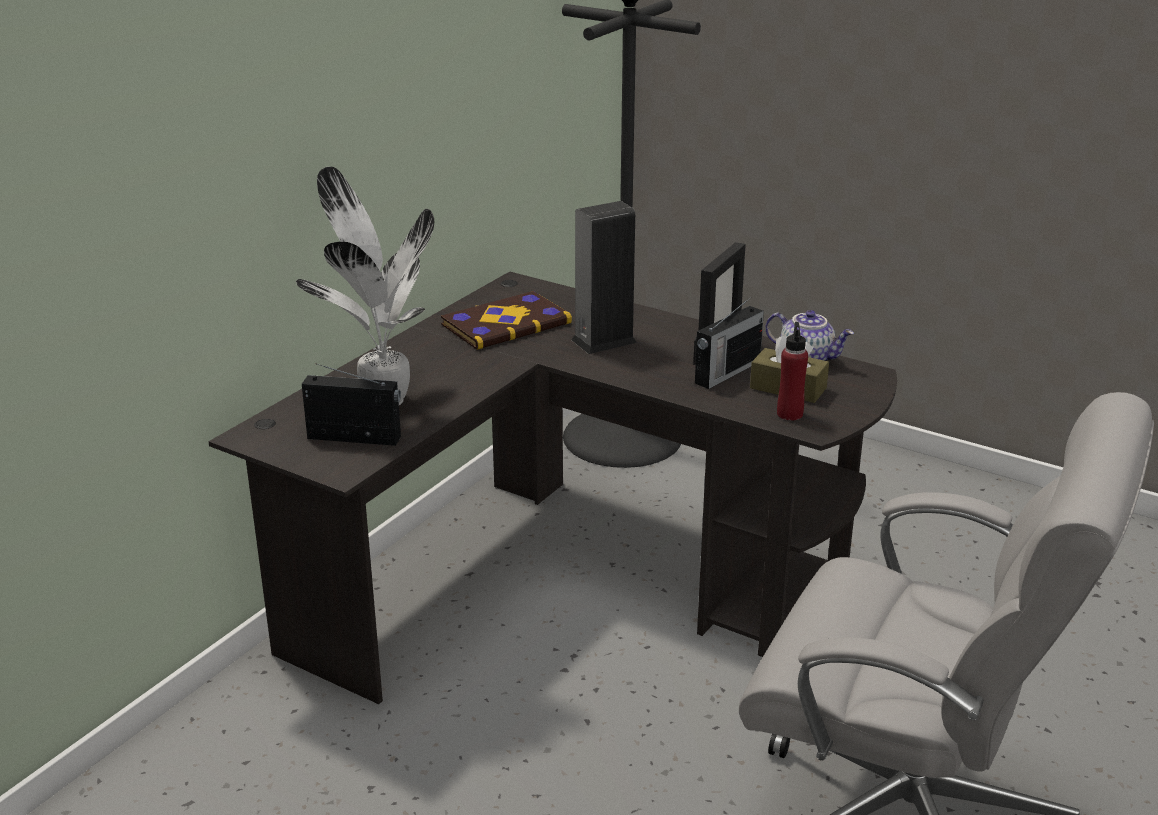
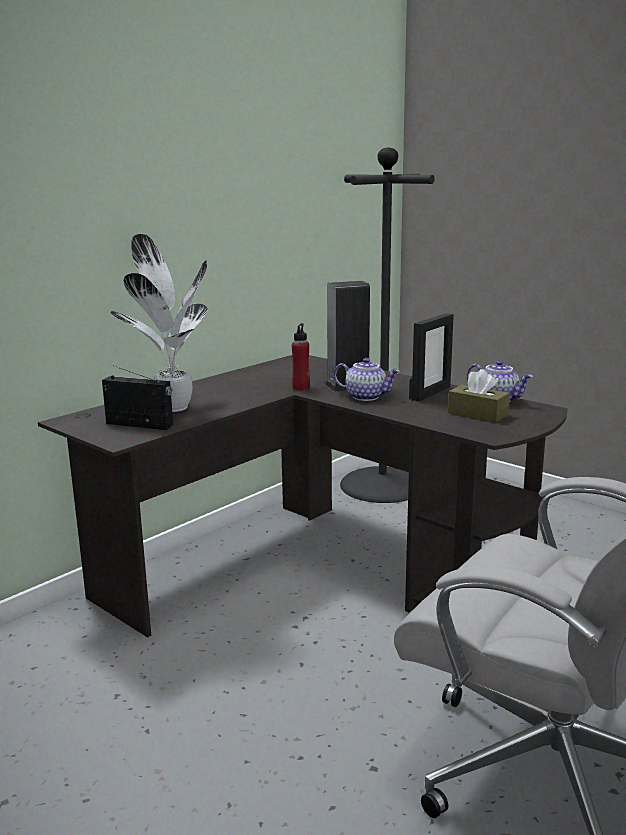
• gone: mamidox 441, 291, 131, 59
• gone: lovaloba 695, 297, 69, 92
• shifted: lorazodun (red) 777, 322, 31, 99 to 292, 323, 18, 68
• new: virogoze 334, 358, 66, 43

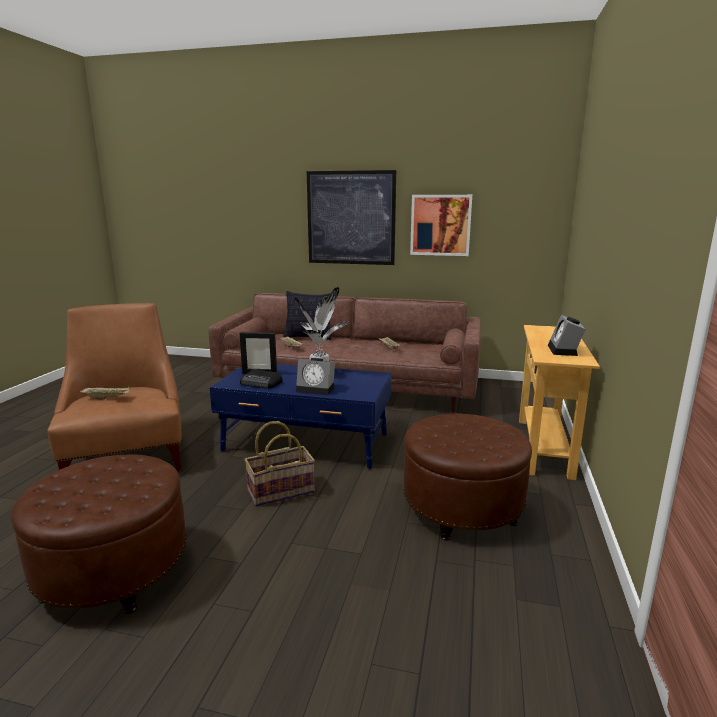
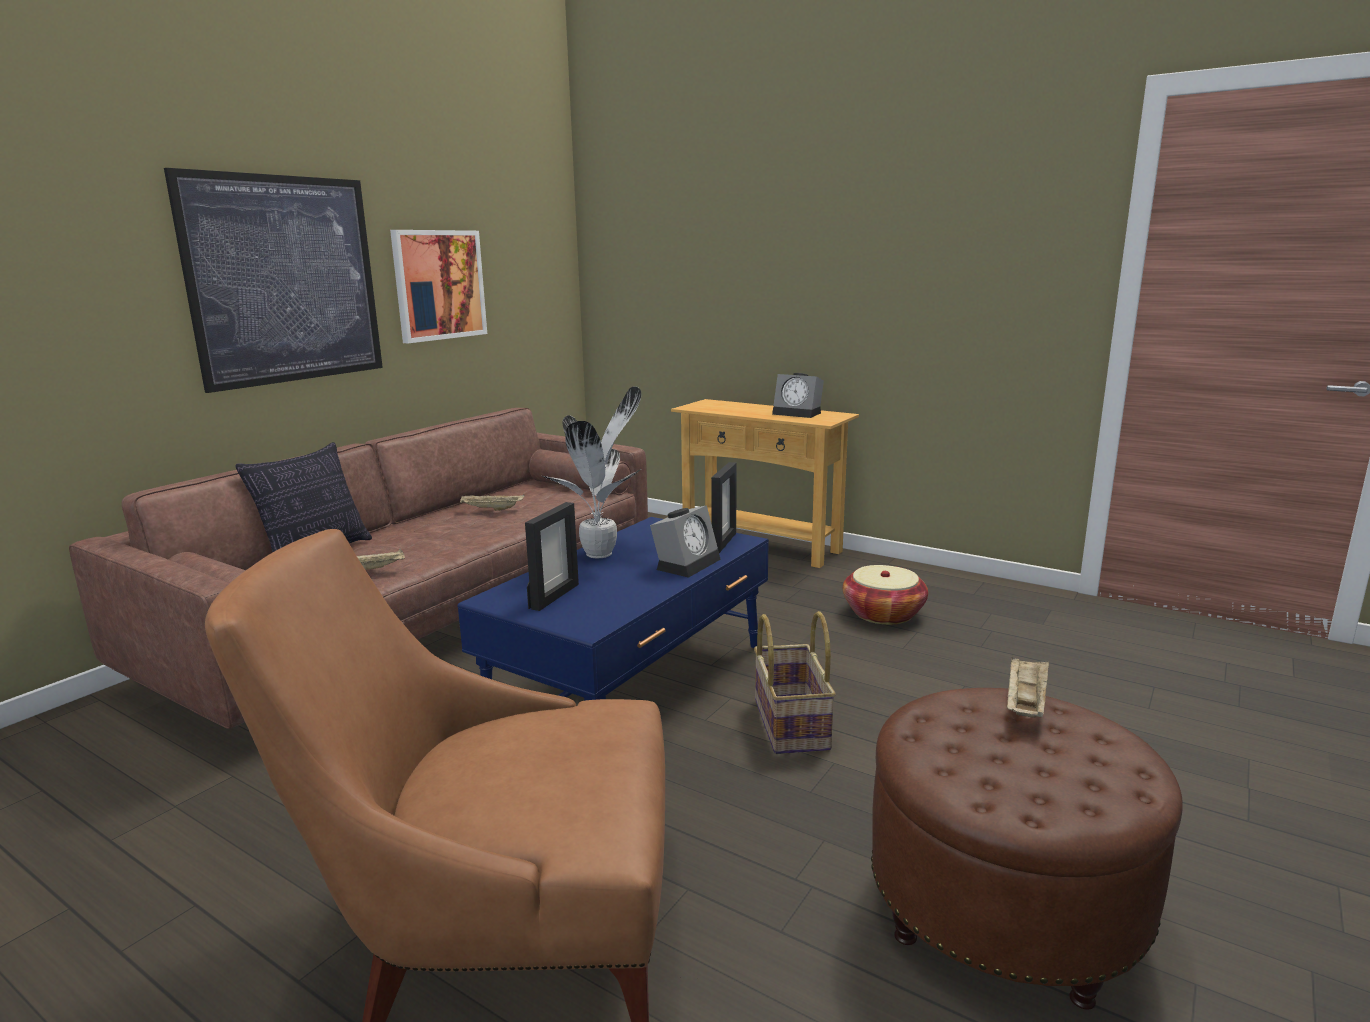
• gone: lovaloba 240, 370, 42, 19
• shifted: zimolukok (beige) 80, 386, 50, 14 to 1007, 656, 42, 62
• swapped: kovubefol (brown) 403, 414, 129, 127 to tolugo 843, 565, 85, 60
• new: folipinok 711, 462, 26, 91

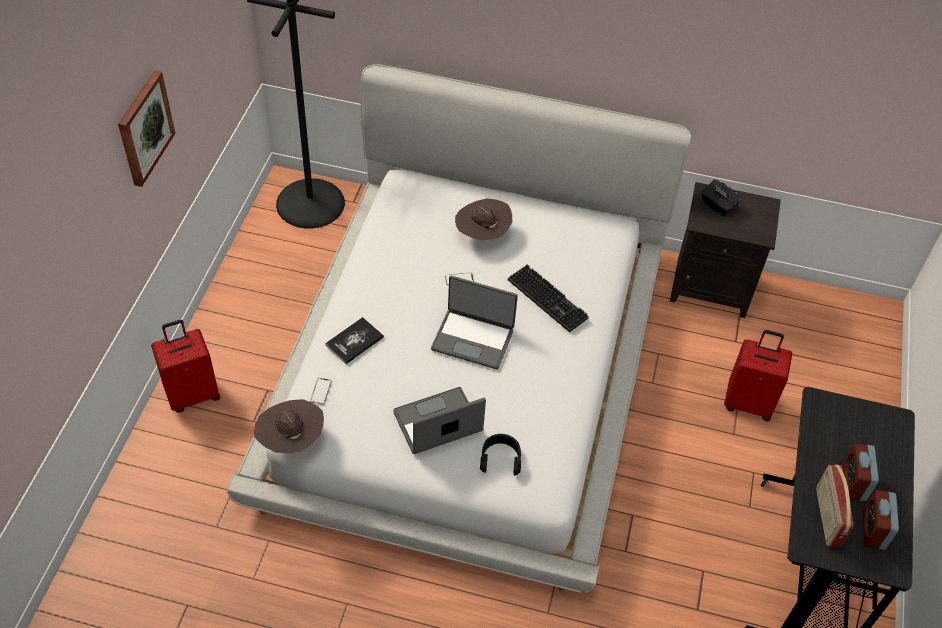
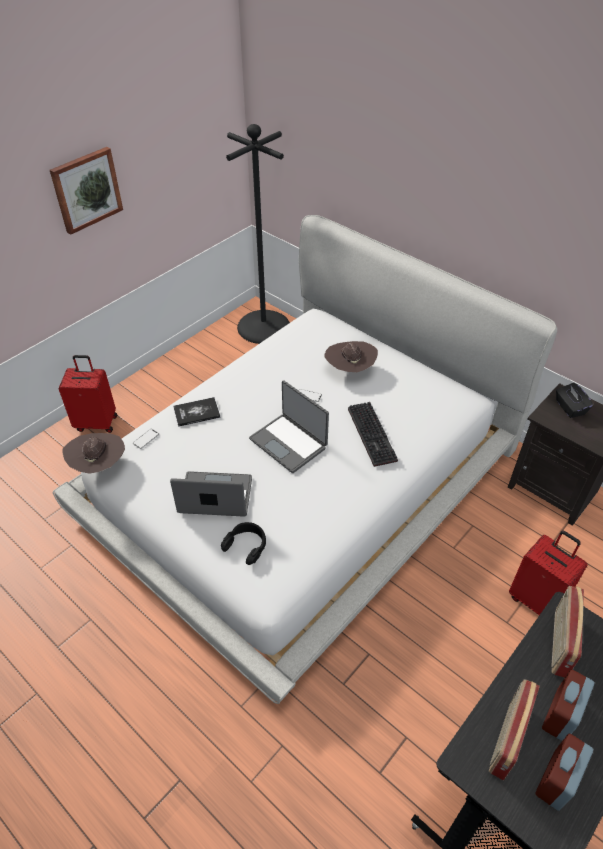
• new: lovaloba 551, 586, 33, 92

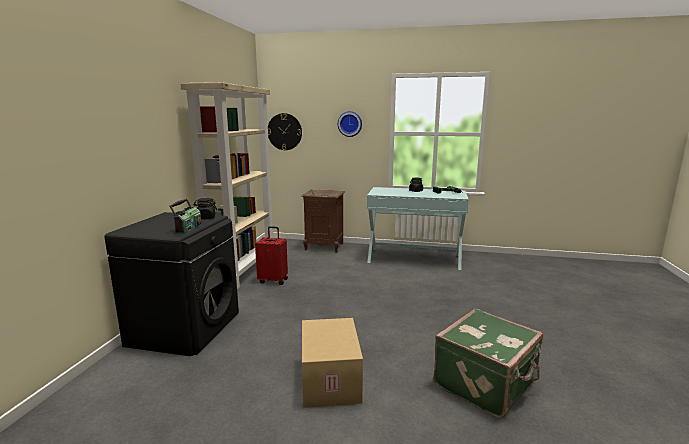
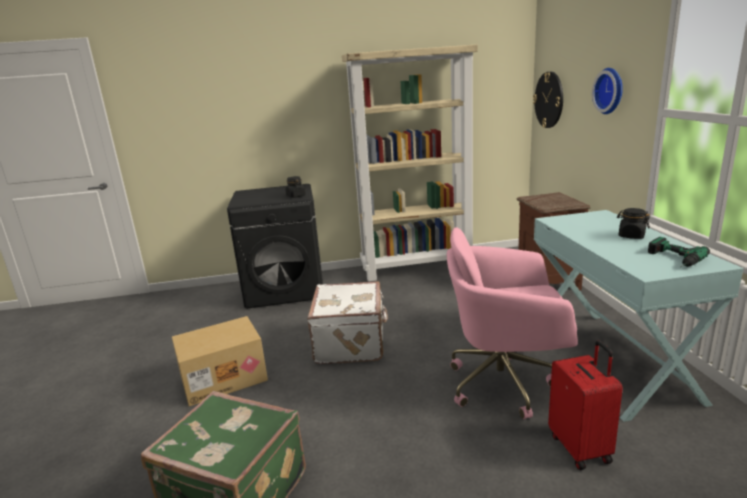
• gone: lovaloba 169, 199, 33, 35
• shifted: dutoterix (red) 255, 226, 33, 59 to 548, 341, 75, 129
• new: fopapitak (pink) 447, 227, 131, 192
• new: dutoterix (white) 307, 281, 81, 83

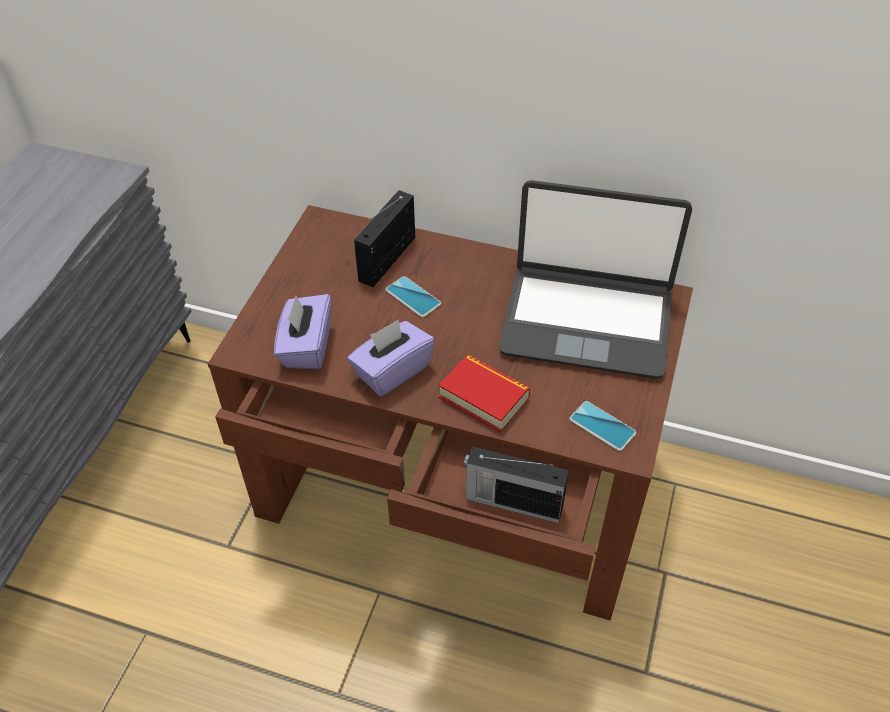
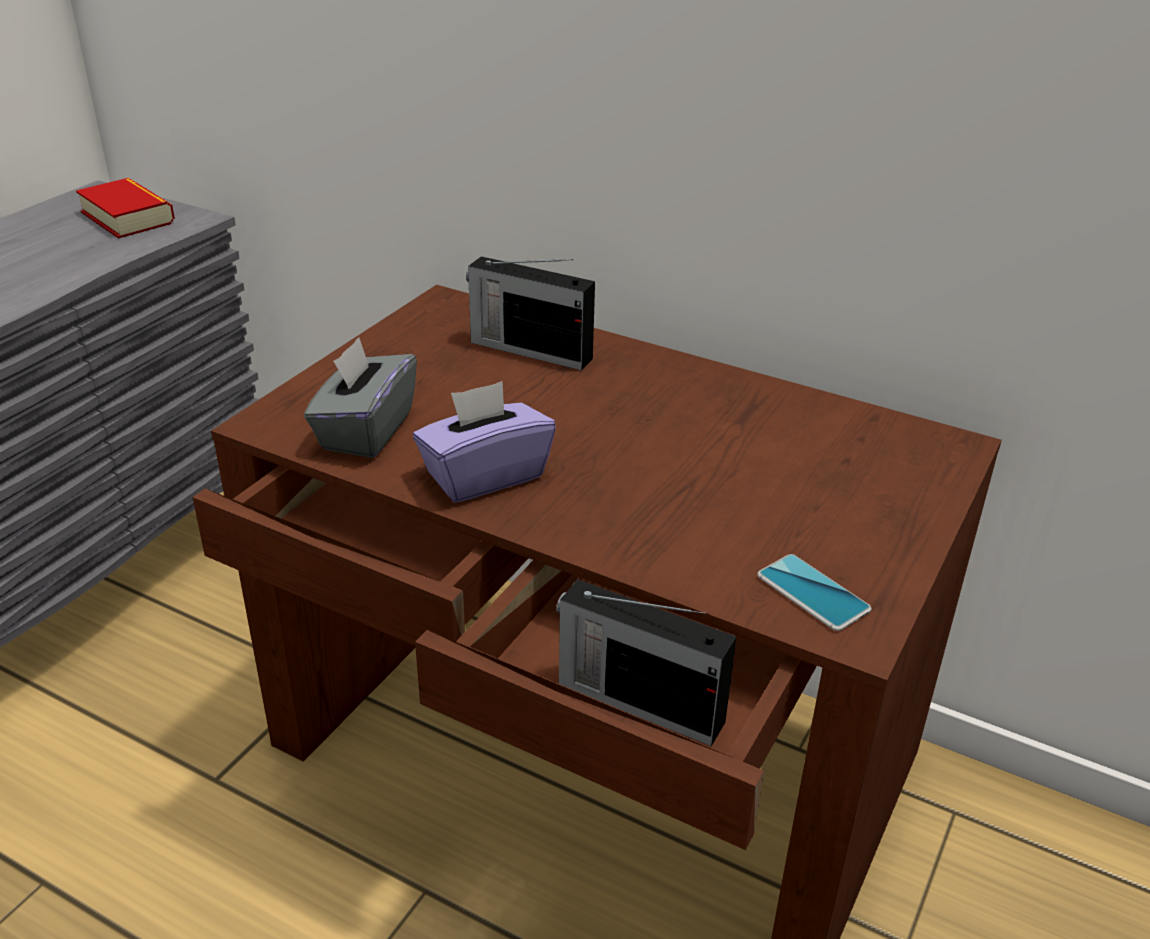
• gone: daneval 499, 180, 193, 199
• rotated: lovaloba 354, 190, 61, 97 = 466, 256, 129, 114 105 degrees counterclockwise
• gone: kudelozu 386, 276, 55, 41
• repainted: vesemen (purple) 274, 294, 57, 75 to vesemen (grey) 304, 337, 113, 121
• shifted: mamidox 439, 355, 91, 78 to 76, 178, 99, 60

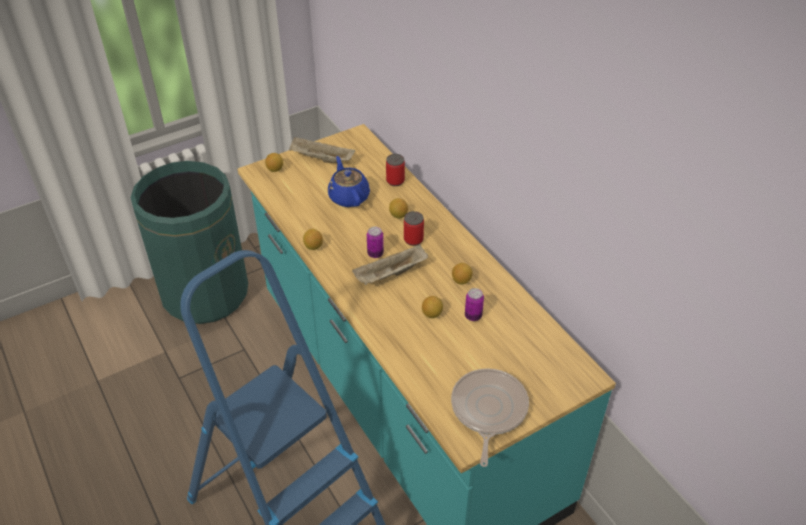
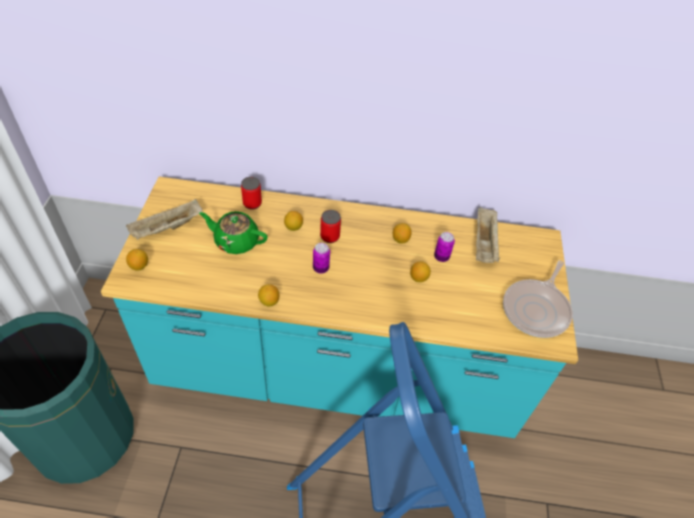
• repainted: virogoze (blue) 328, 156, 42, 51 to virogoze (green) 199, 211, 69, 43
• shifted: zimolukok (beige) 352, 244, 76, 41 to 476, 207, 24, 56
• rotated: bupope 451, 368, 78, 99 = 503, 260, 70, 78 105 degrees counterclockwise

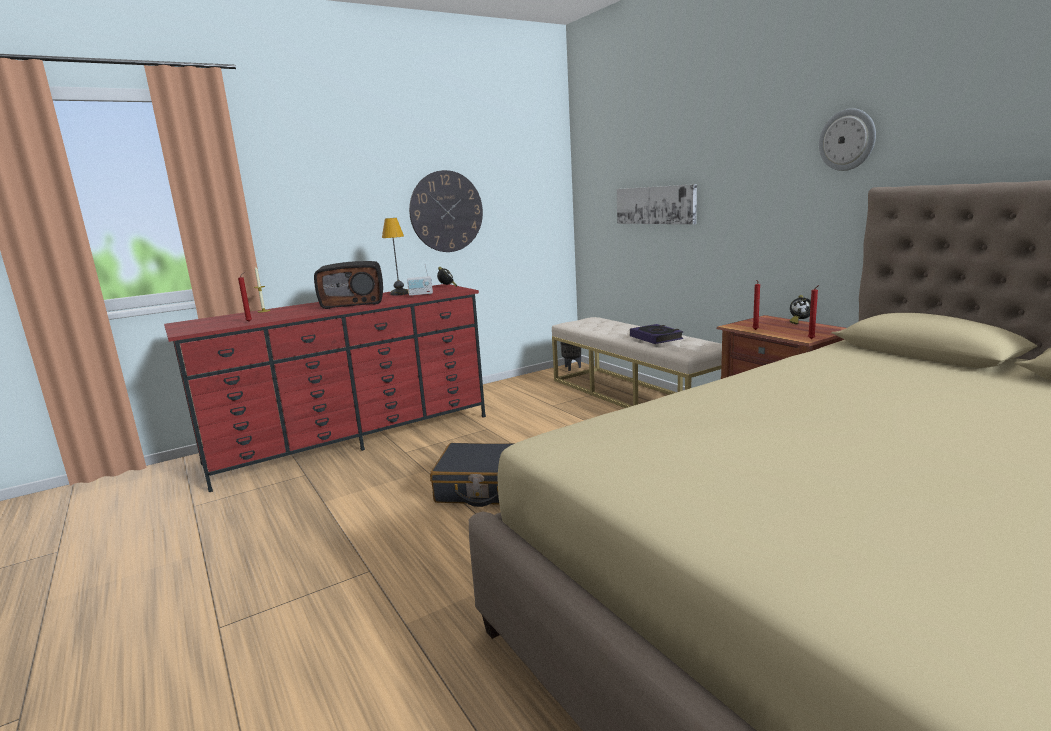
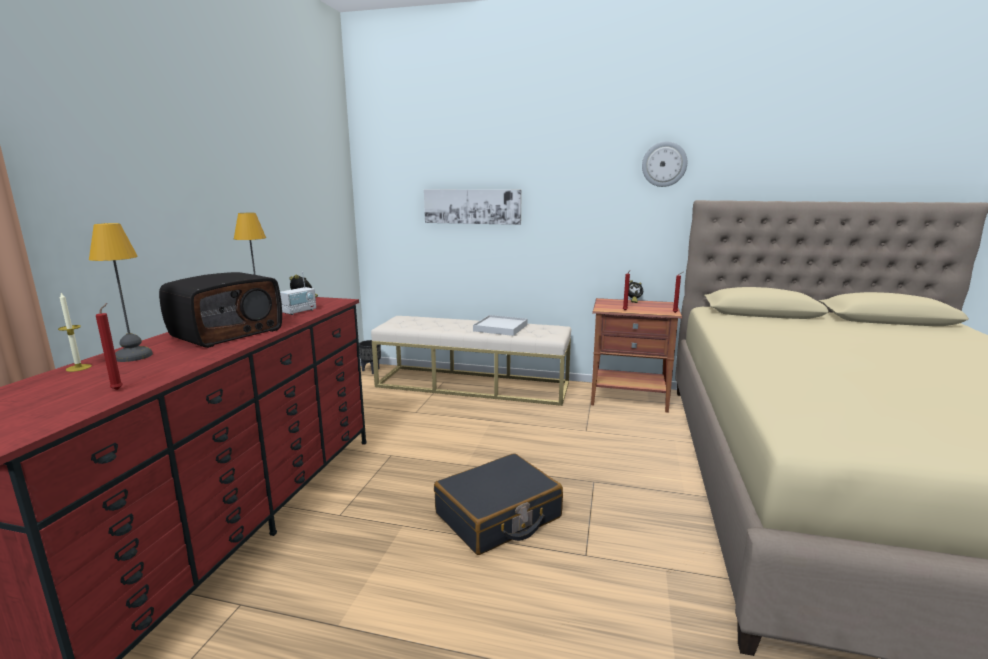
• gone: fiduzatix 409, 170, 74, 82
• swapped: mamidox 630, 324, 53, 20 to zimolukok (white) 473, 315, 55, 21
• new: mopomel 89, 223, 64, 139

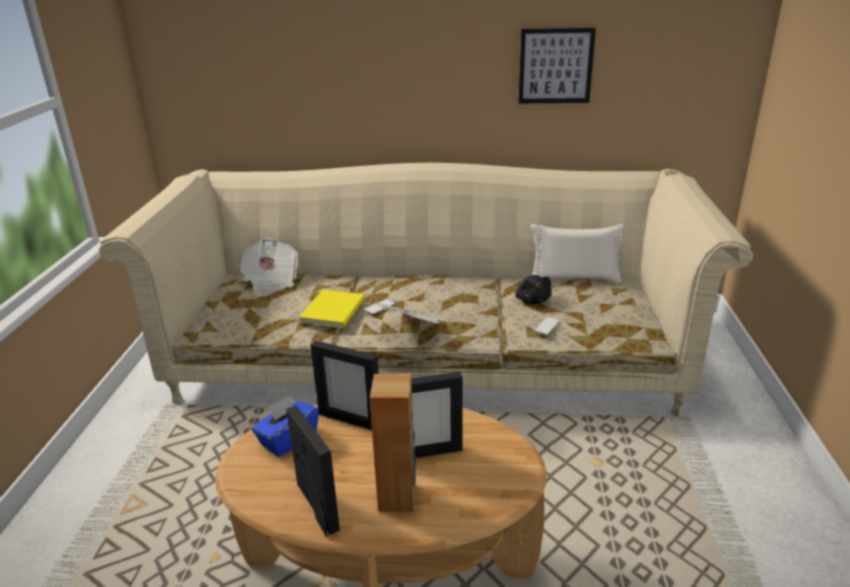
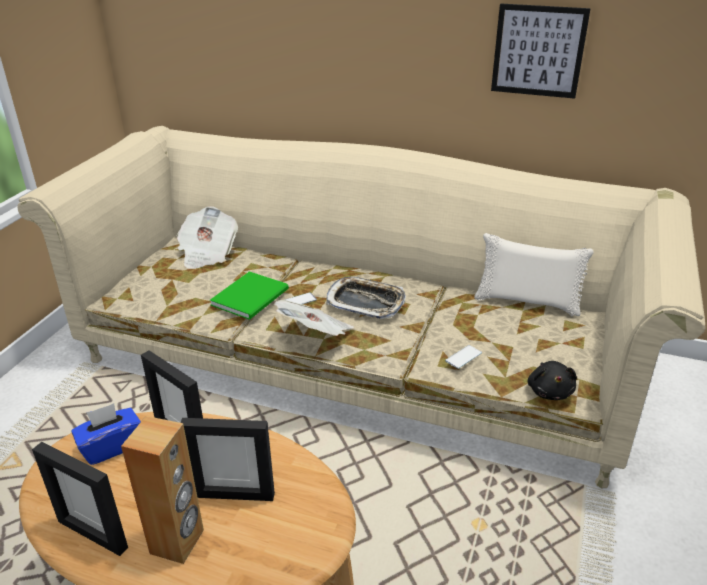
• shifted: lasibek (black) 515, 275, 37, 29 to 528, 361, 49, 39
• repainted: mamidox (yellow) 299, 290, 66, 38 to mamidox (green) 210, 271, 79, 49
• rotated: folipinok 286, 405, 54, 132 = 32, 442, 96, 114 135 degrees clockwise
• new: zimolukok 327, 277, 79, 42

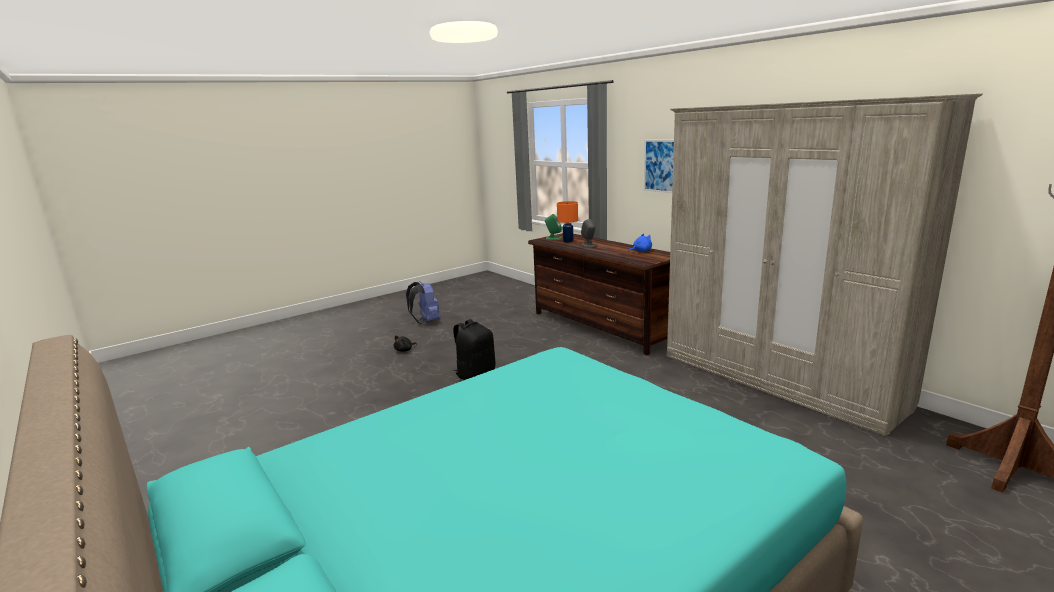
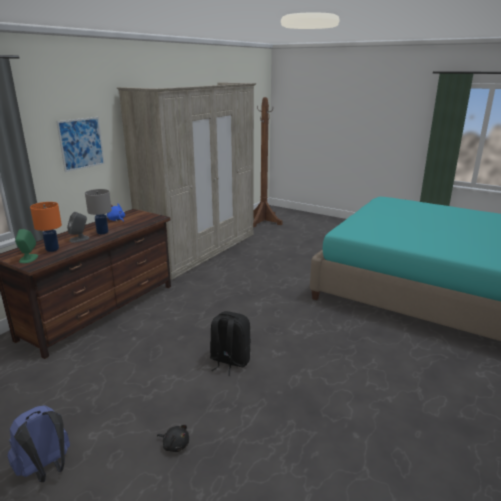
• new: mopomel (grey) 85, 189, 27, 46

